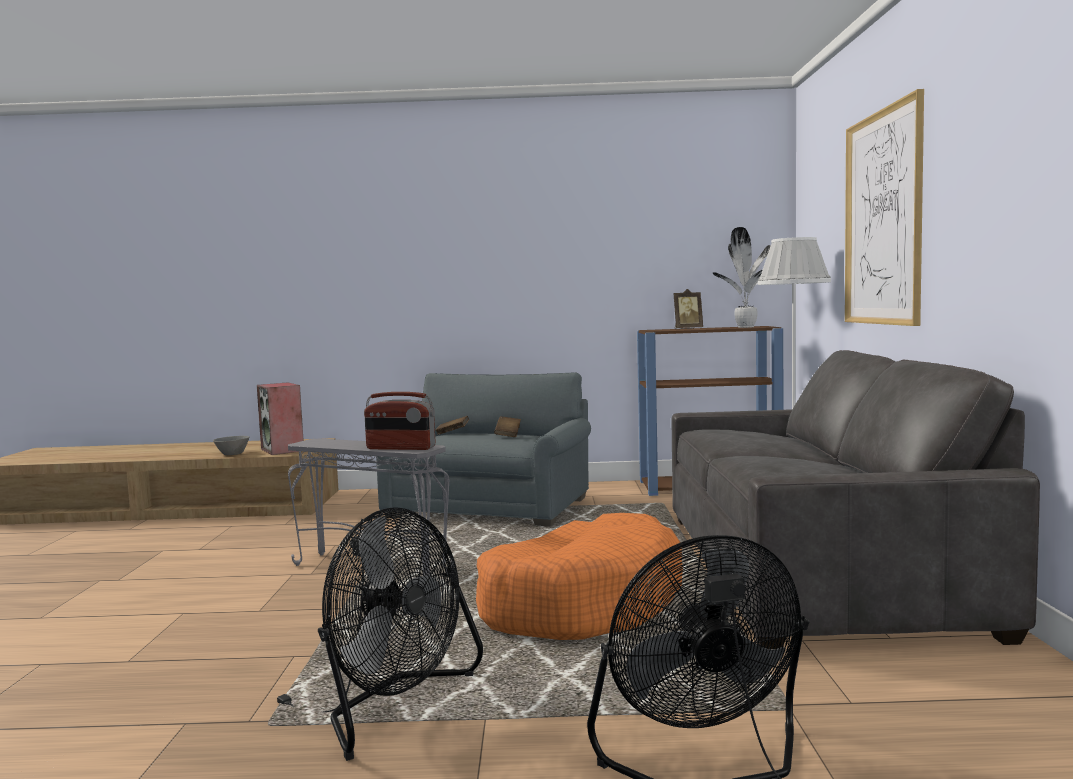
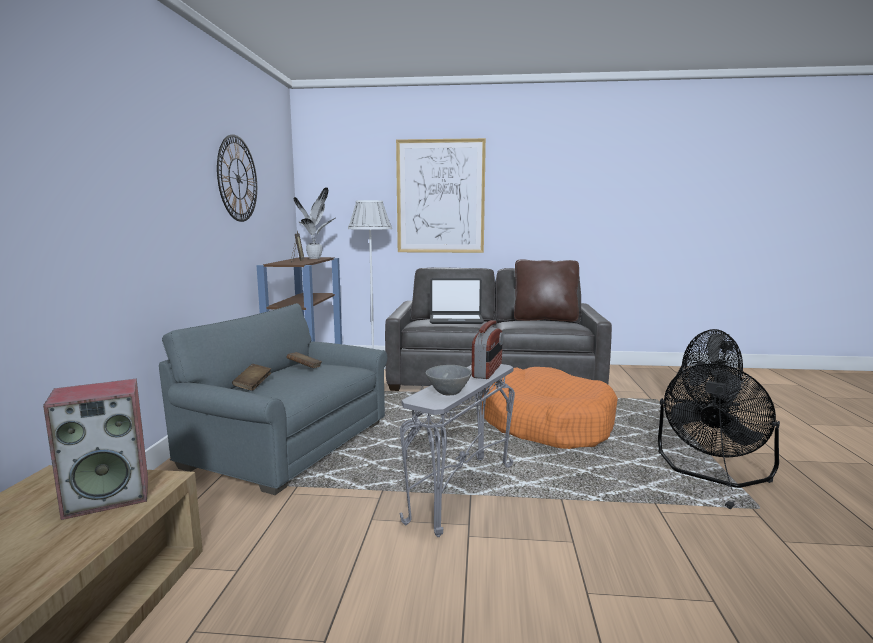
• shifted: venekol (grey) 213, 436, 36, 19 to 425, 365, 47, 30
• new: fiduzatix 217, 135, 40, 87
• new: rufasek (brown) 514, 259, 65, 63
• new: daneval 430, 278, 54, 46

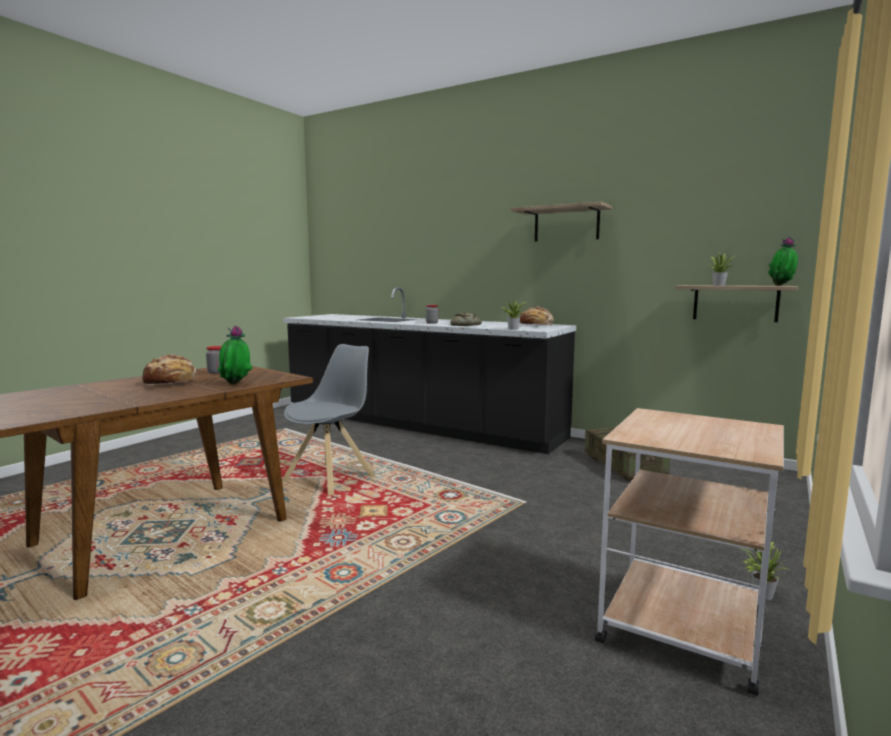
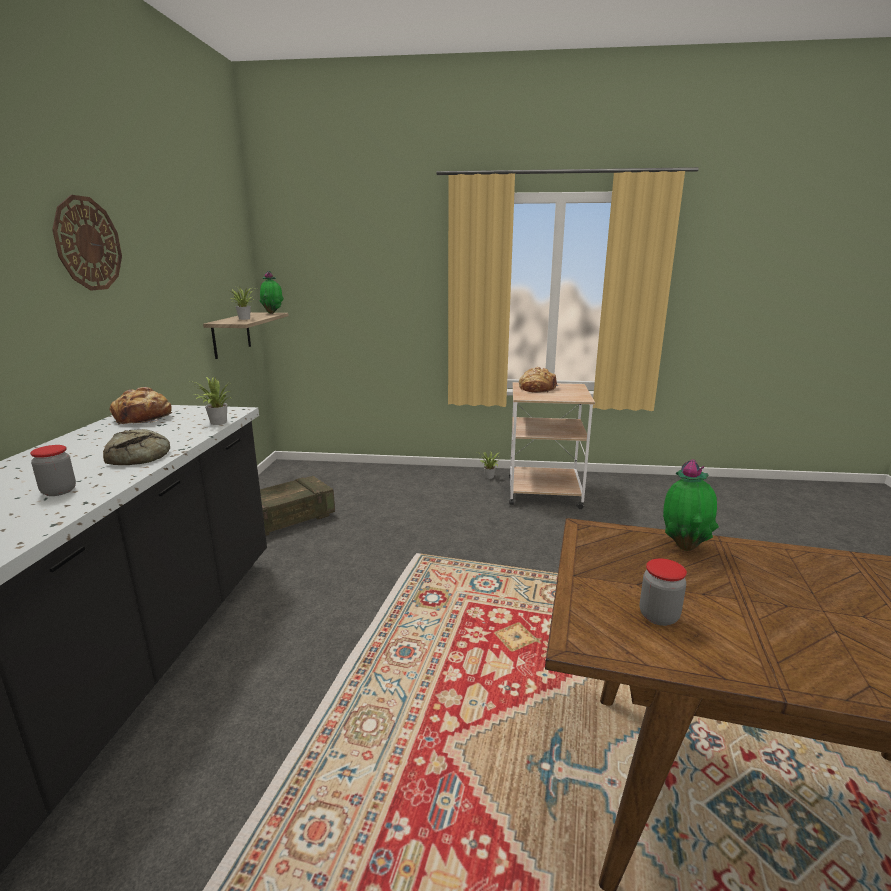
• swapped: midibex 511, 202, 101, 40 to fiduzatix 52, 195, 70, 95
• gone: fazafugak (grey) 282, 344, 93, 152
• shifted: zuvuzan 142, 354, 55, 31 to 519, 367, 39, 26

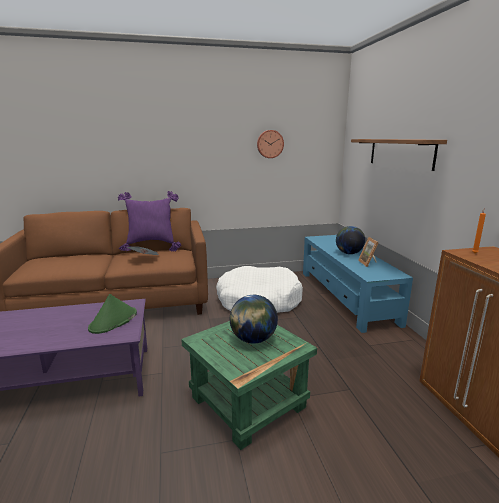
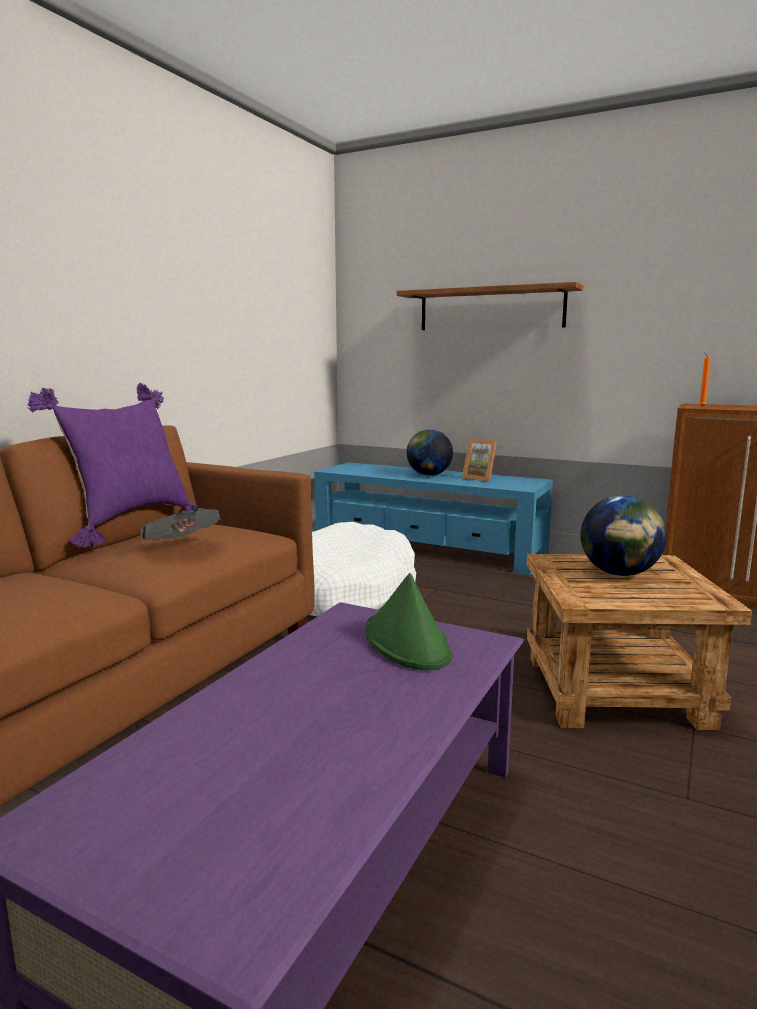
• gone: fiduzatix 257, 130, 27, 28
• repainted: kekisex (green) 181, 321, 136, 129 to kekisex (brown) 527, 554, 225, 176

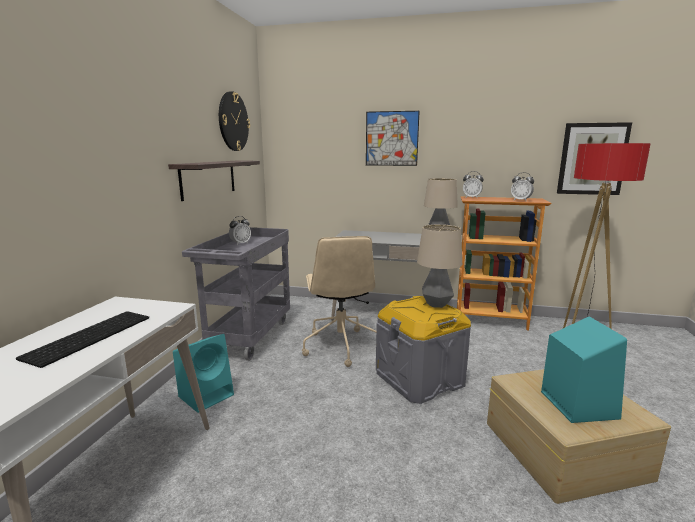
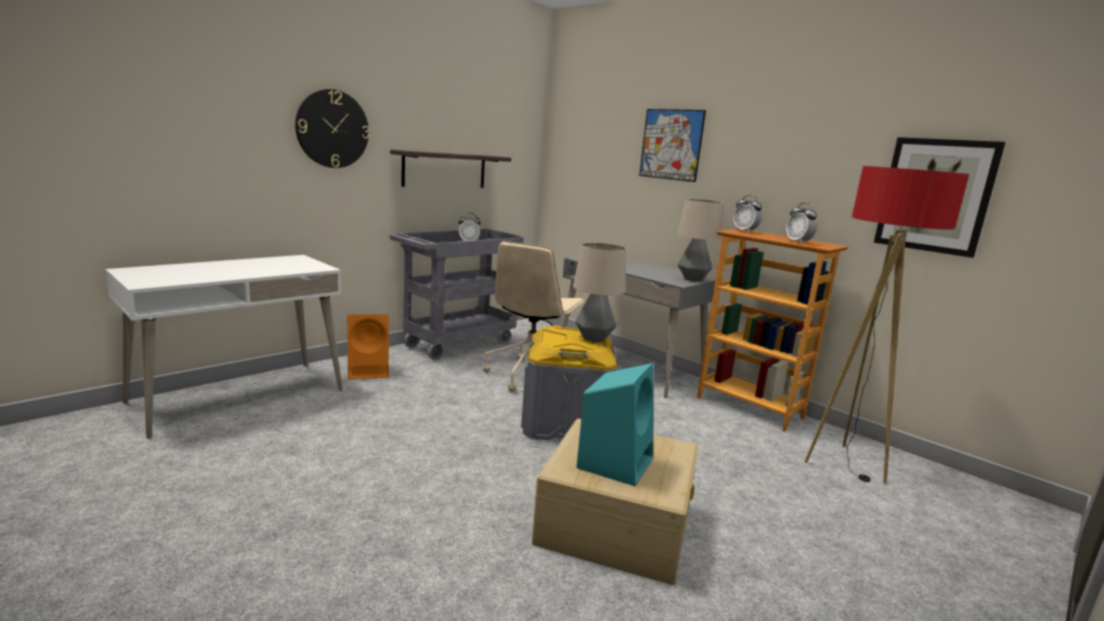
• shifted: fiduzatix 219, 91, 31, 60 to 295, 89, 75, 79
• gone: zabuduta 16, 311, 133, 57
• repainted: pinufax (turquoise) 173, 334, 61, 79 to pinufax (orange) 347, 314, 42, 65

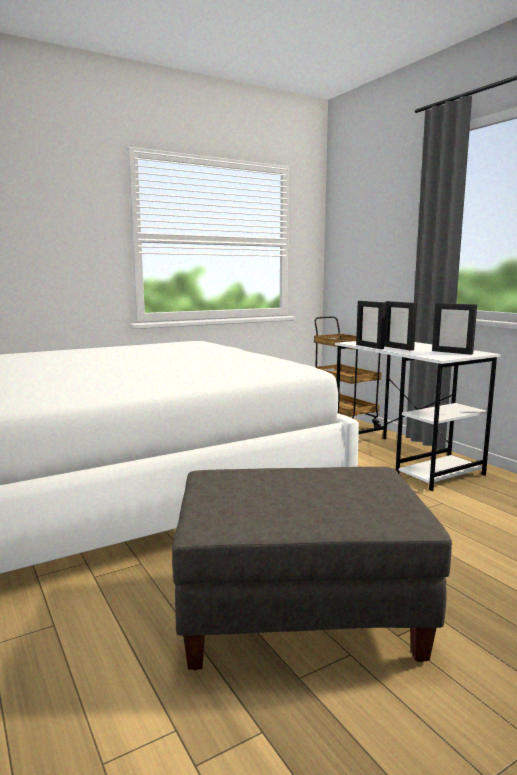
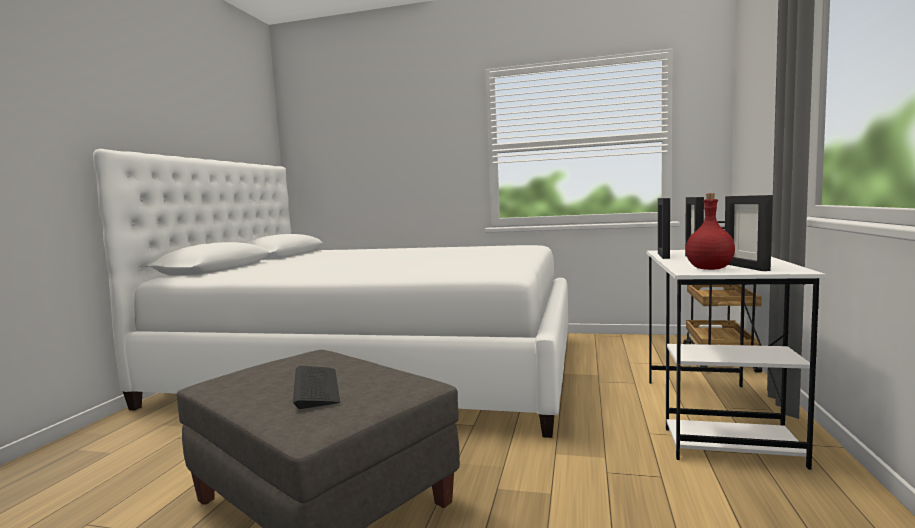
• new: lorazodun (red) 686, 193, 49, 77
• new: zabuduta 293, 366, 47, 43

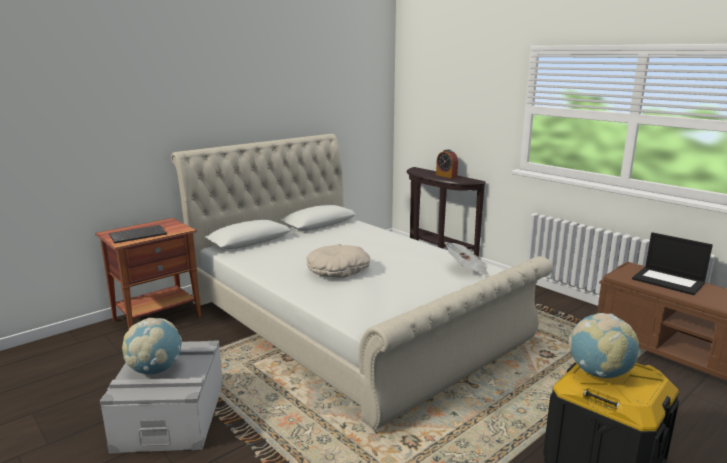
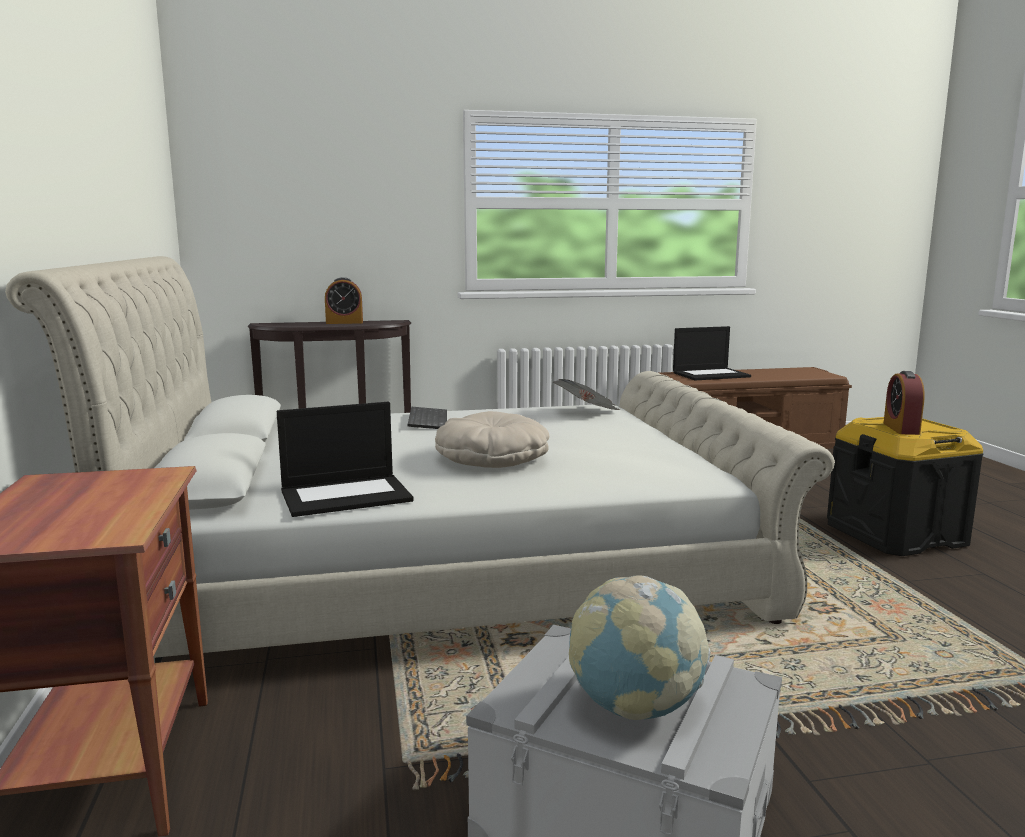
• shifted: zabuduta 109, 225, 58, 19 to 407, 406, 40, 23
• swapped: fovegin 568, 313, 71, 65 to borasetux 883, 371, 42, 64
• new: daneval 277, 402, 137, 115

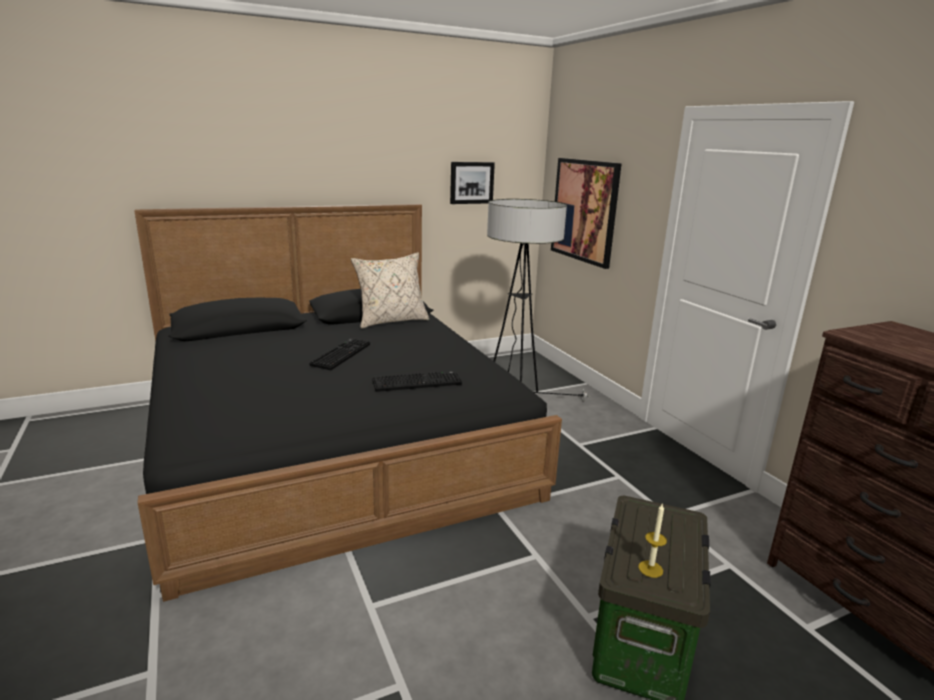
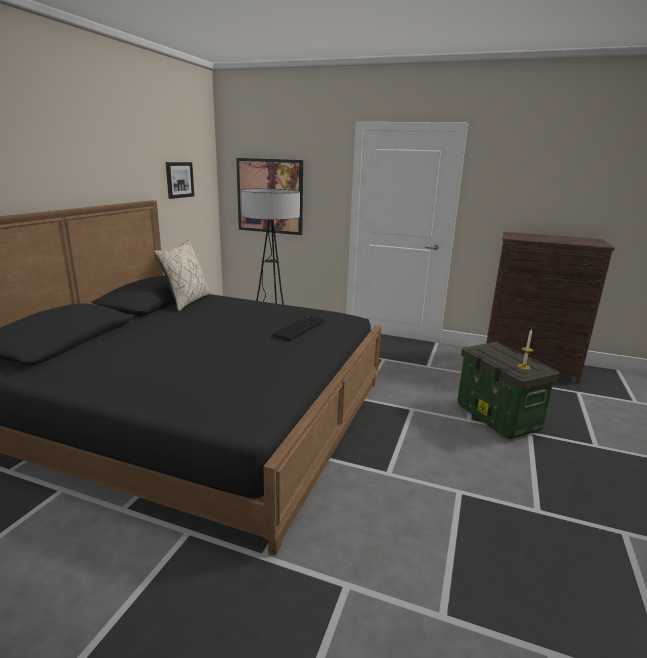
• gone: zabuduta 309, 338, 61, 32

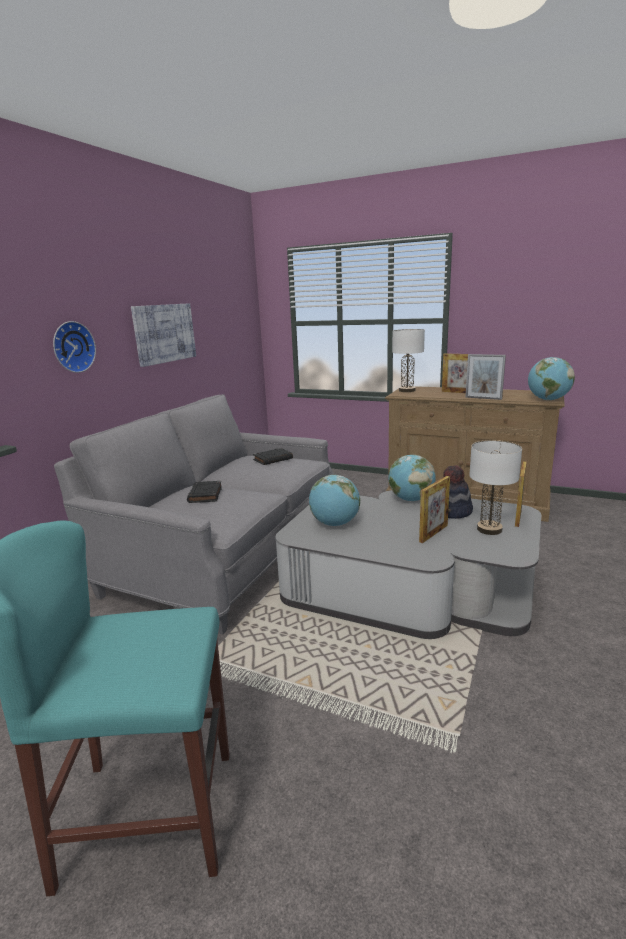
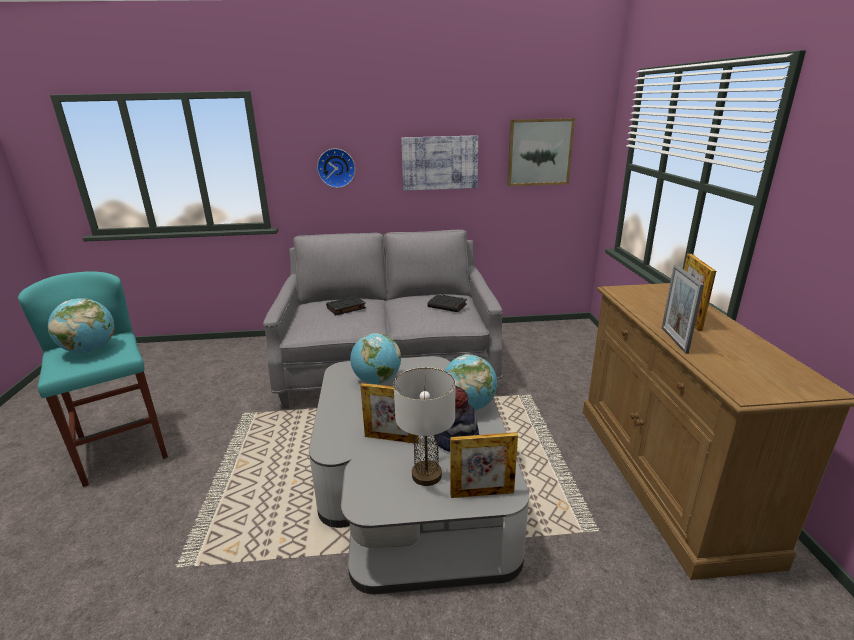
• gone: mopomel 392, 329, 33, 63
• shifted: fovegin 528, 357, 47, 43 to 48, 298, 67, 55
• new: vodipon 507, 118, 68, 68

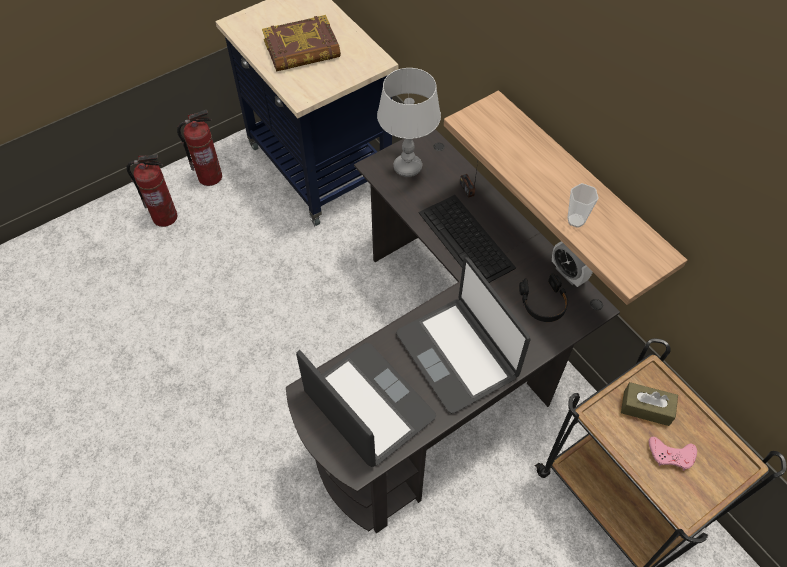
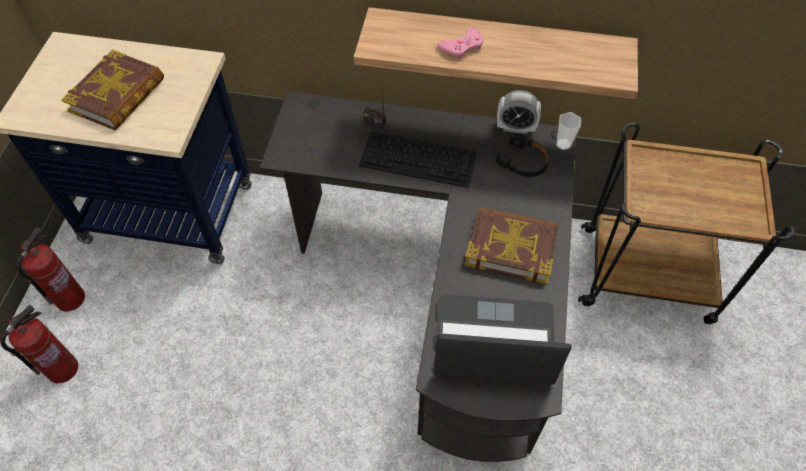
• gone: mopomel (grey) 377, 68, 64, 109
• shifted: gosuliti 567, 183, 32, 45 to 556, 112, 25, 38
• swapped: daneval 396, 257, 135, 157 to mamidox 465, 207, 94, 77
• gone: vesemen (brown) 621, 382, 57, 44
• shifted: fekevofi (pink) 649, 437, 48, 34 to 437, 28, 46, 31

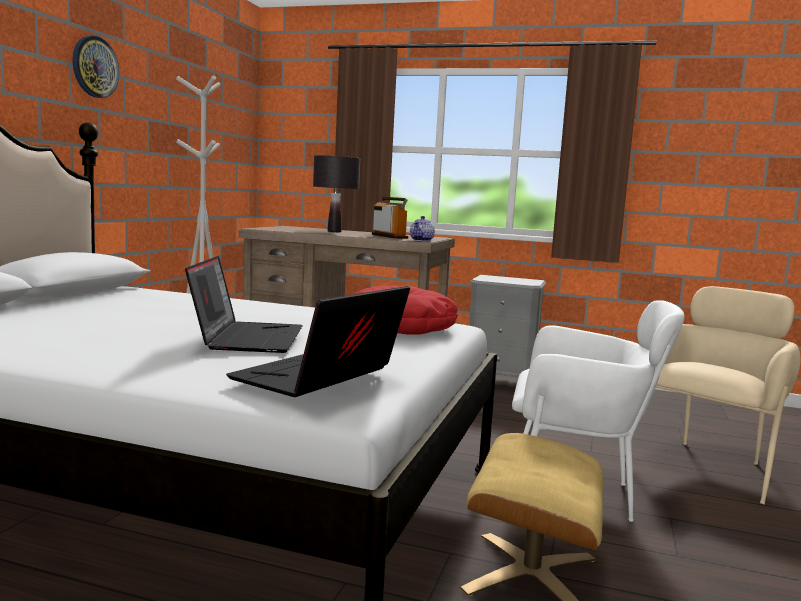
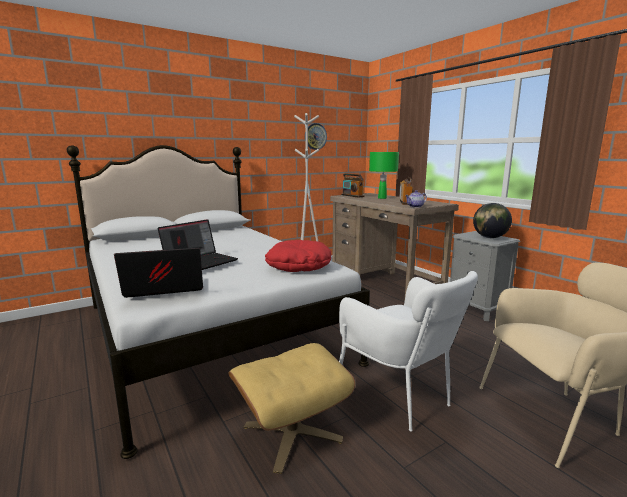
• shifted: fiduzatix 72, 36, 47, 62 to 308, 123, 19, 27
• repainted: mopomel (black) 313, 155, 47, 77 to mopomel (green) 369, 152, 30, 47
• new: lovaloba 341, 173, 24, 25
• new: fovegin 473, 203, 39, 35

